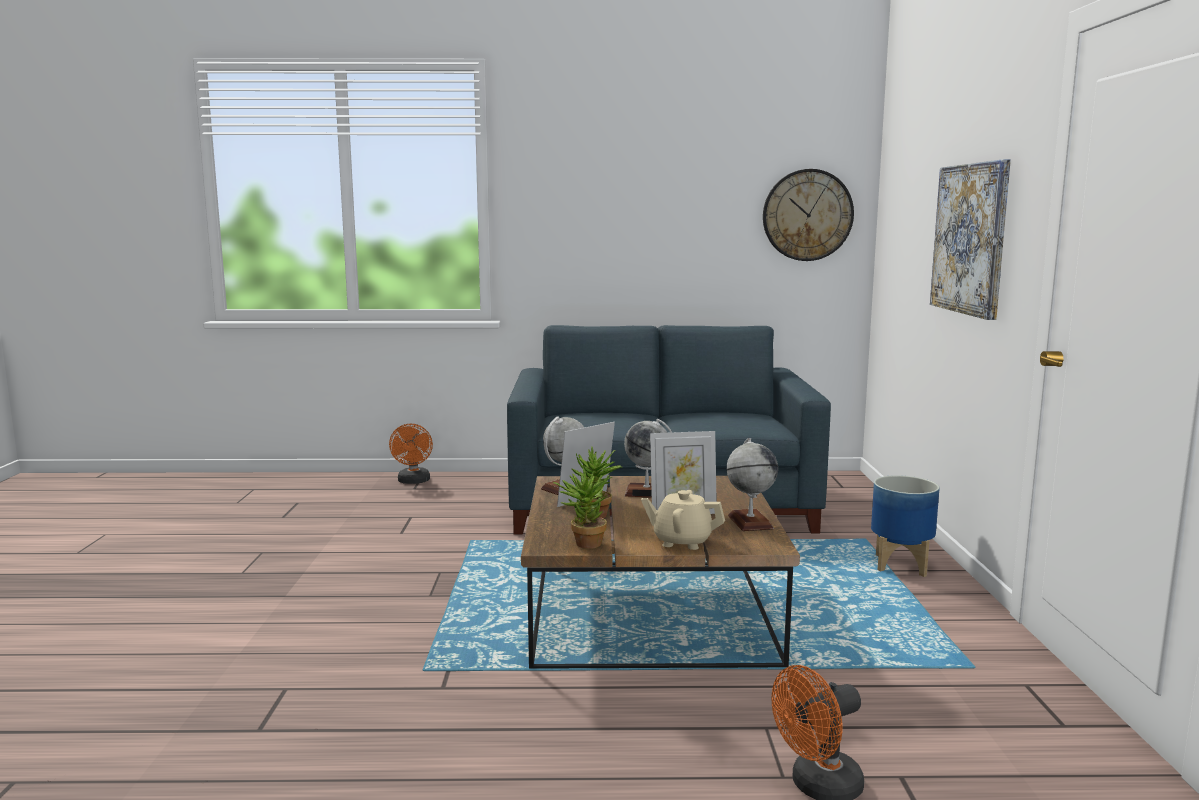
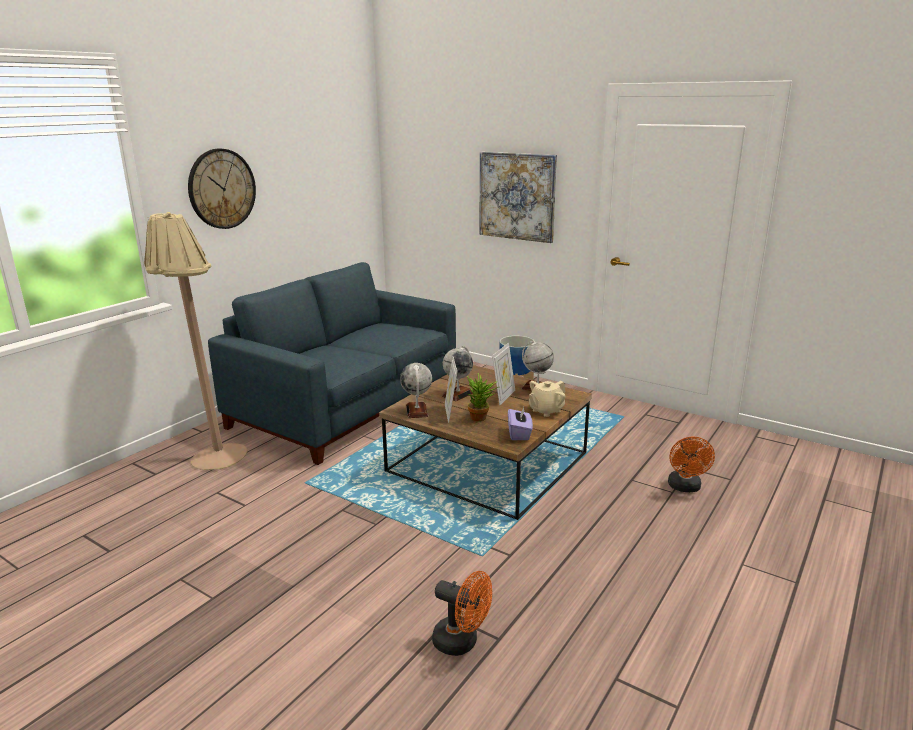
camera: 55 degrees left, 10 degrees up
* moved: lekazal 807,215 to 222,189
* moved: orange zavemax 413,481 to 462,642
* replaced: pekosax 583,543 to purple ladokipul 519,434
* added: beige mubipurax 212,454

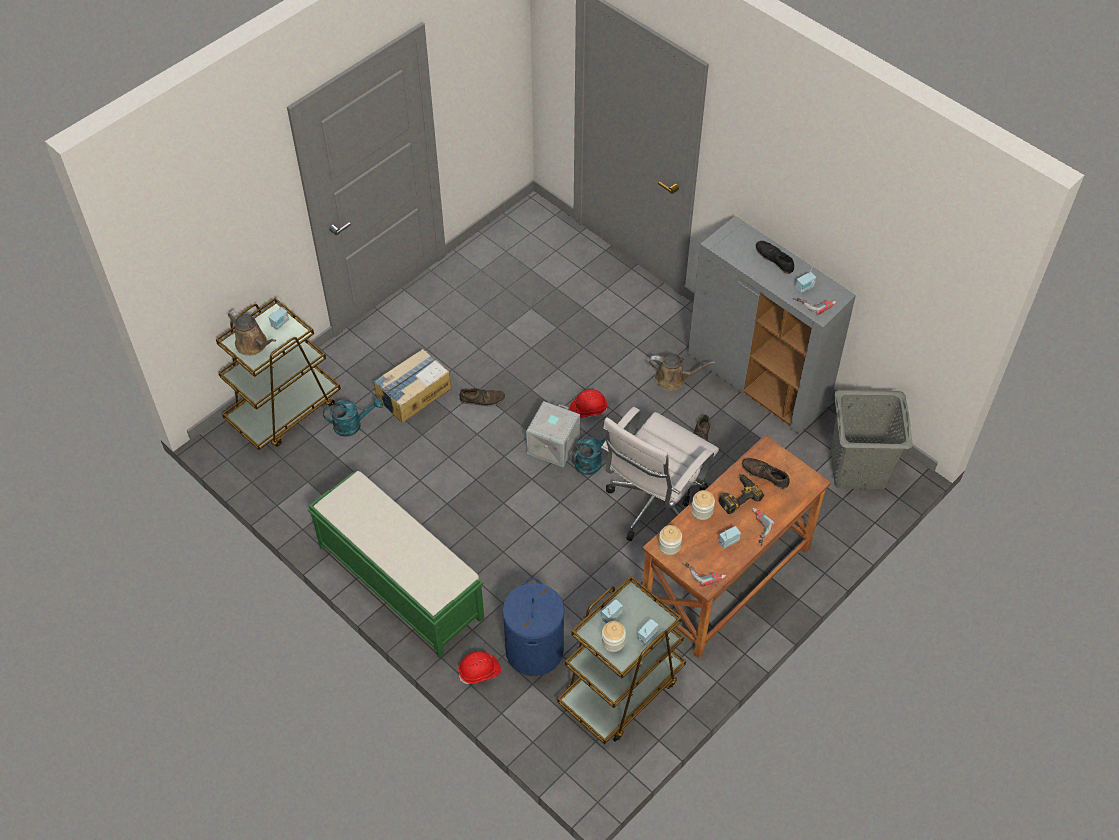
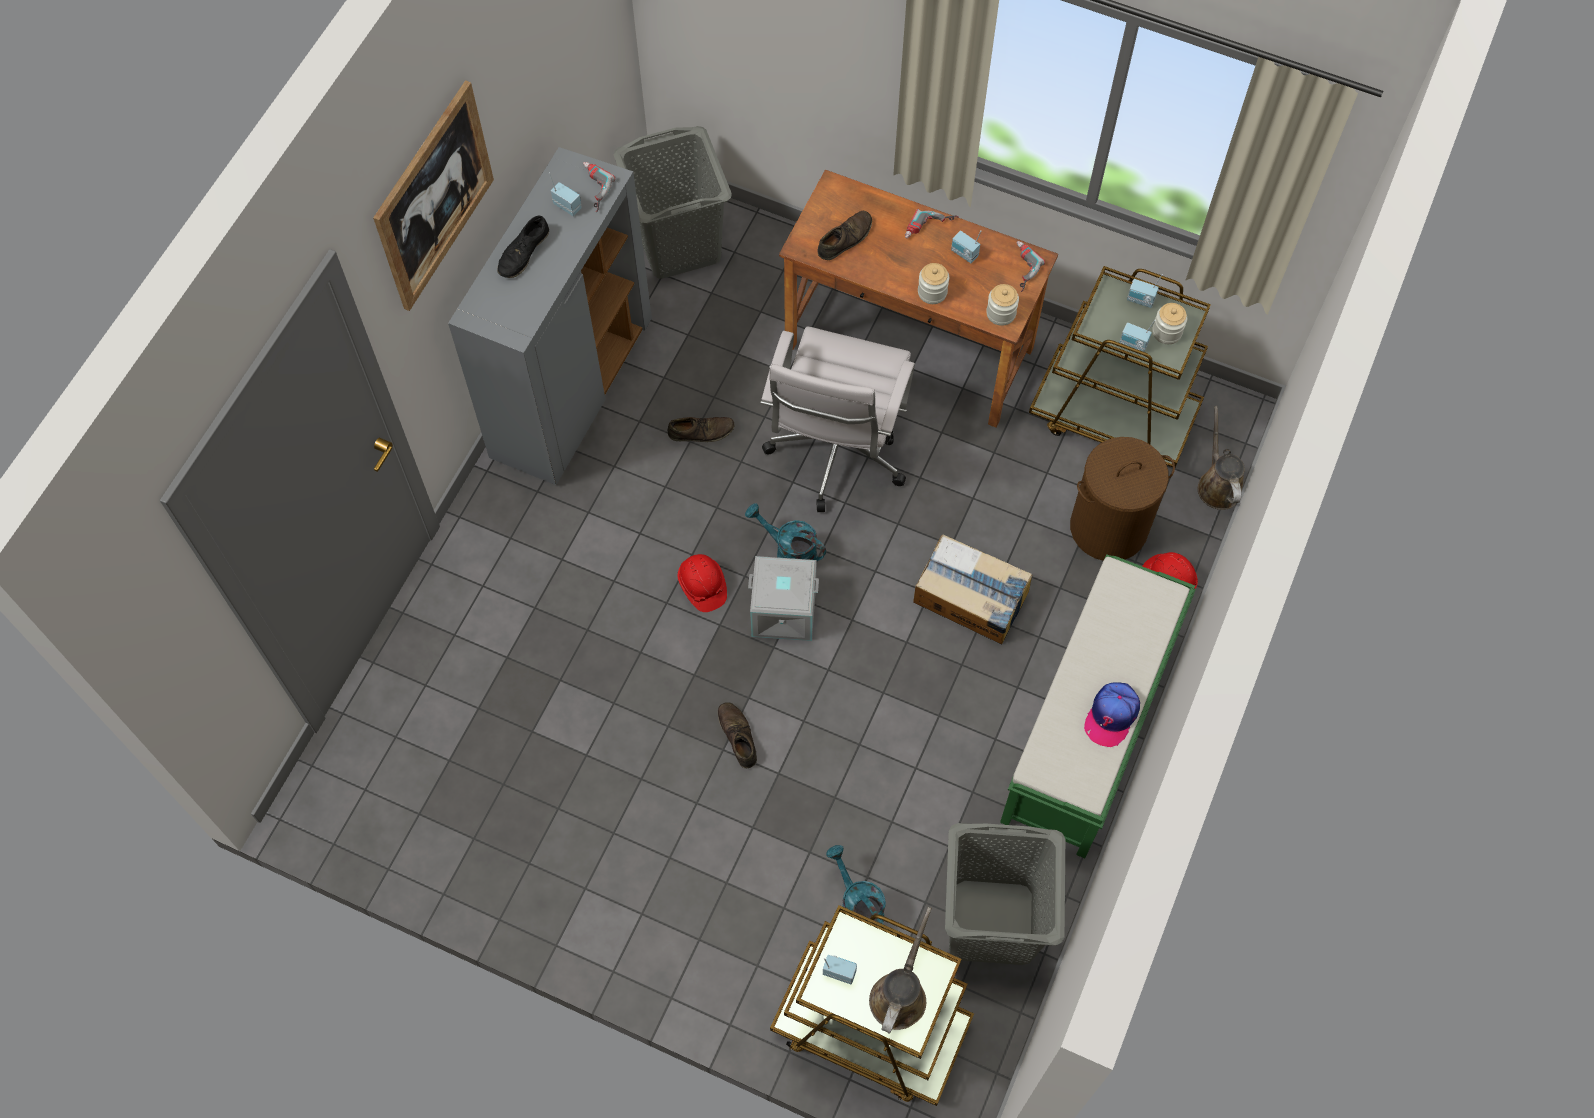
camera: 110 degrees left, 10 degrees up
* moved: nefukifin 413,393 to 971,598
* moved: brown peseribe 673,379 to 1218,485
* turned: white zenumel 654,507 = 836,455 90 degrees clockwise
* turned: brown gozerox 765,475 = 845,239 150 degrees counterclockwise
* removed: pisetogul 737,495
* recoloured: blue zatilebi 534,650 to brown zatilebi 1108,527
* added: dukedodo 434,196
* added: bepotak 1111,715
* added: grey zatilebi 991,922

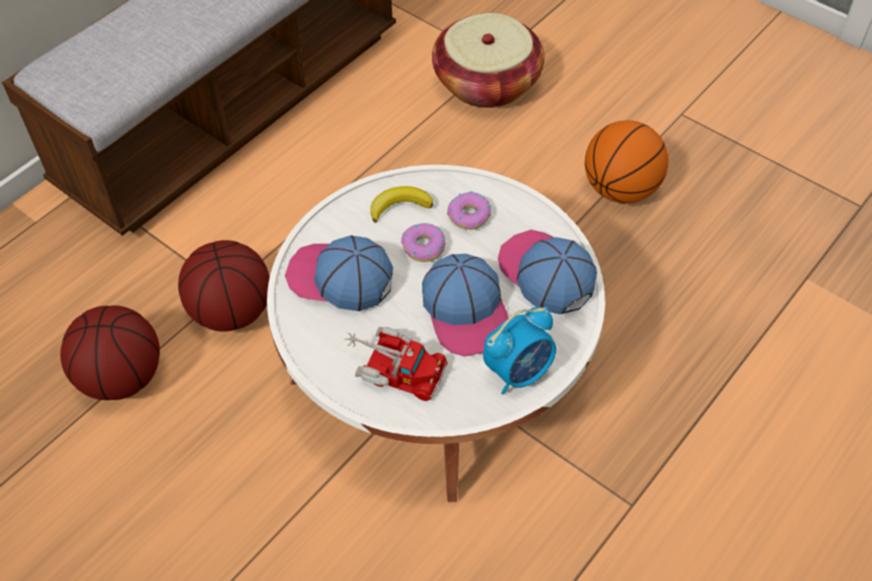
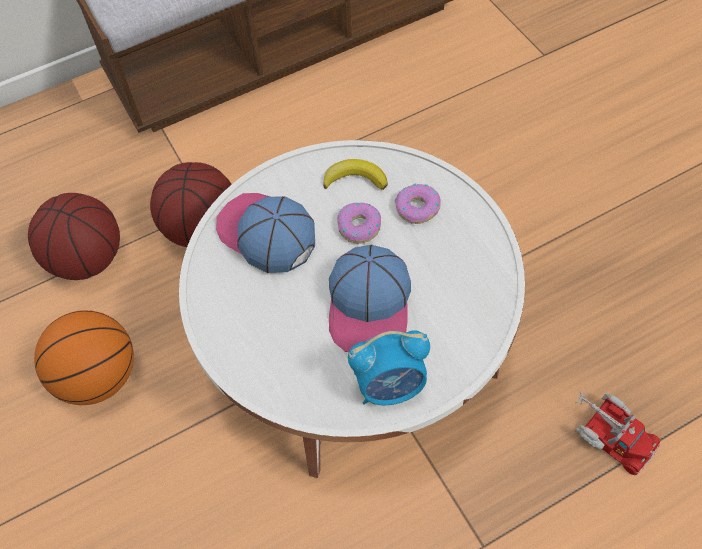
camera: 25 degrees right, 5 degrees up
* removed: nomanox 487,83
* moved: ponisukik 620,189 to 99,377
* removed: bepotak 545,273
* moved: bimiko 394,369 to 609,433

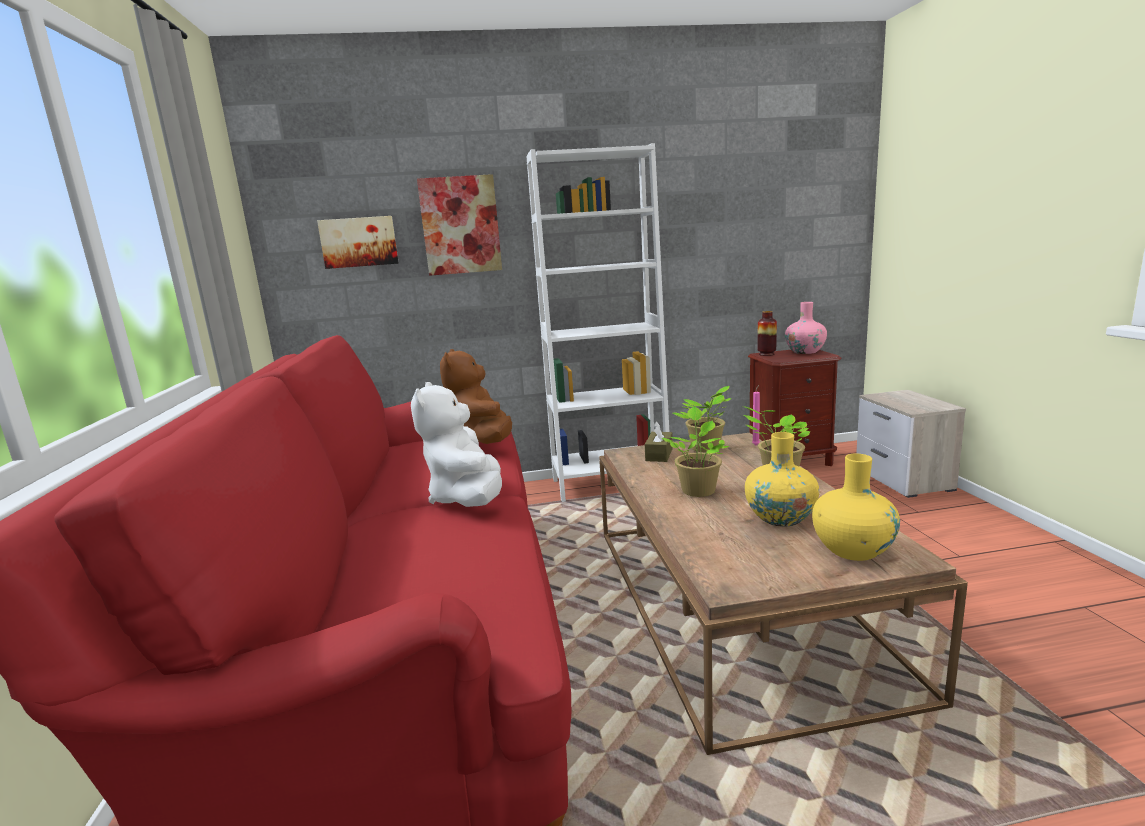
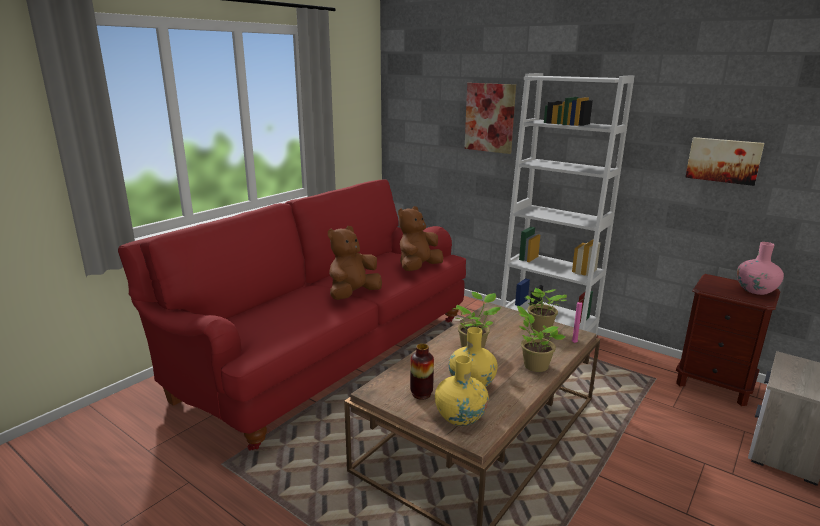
camera: 45 degrees right, 5 degrees up
* moved: dukedodo 359,242 to 723,160
* moved: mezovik 766,354 to 421,394
* recoloured: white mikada 468,499 to brown mikada 353,295
* removed: brown ladokipul 659,454

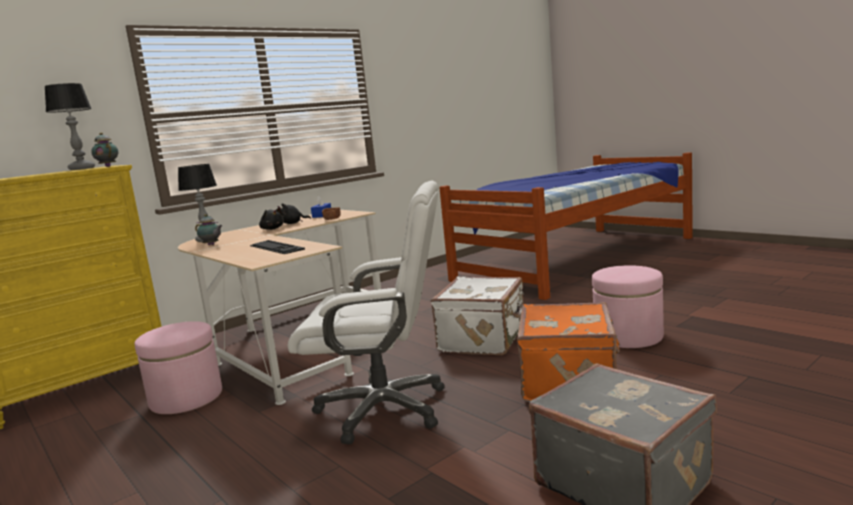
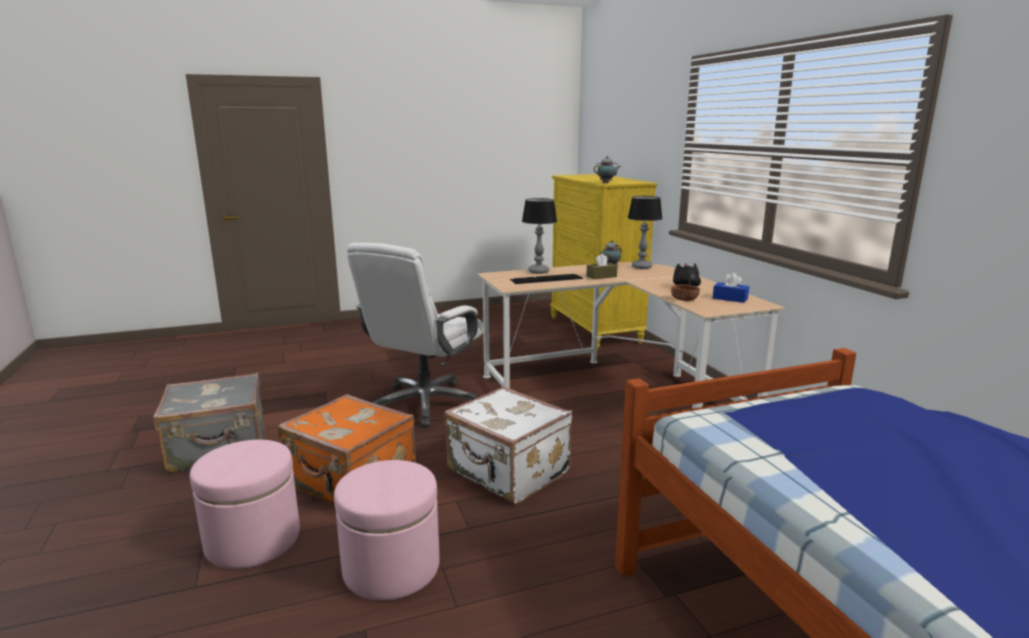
camera: 110 degrees right, 5 degrees up
* moved: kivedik 82,169 to 538,271
* removed: black mikada 272,229
* moved: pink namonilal 186,398 to 253,540
* added: brown ladokipul 601,276

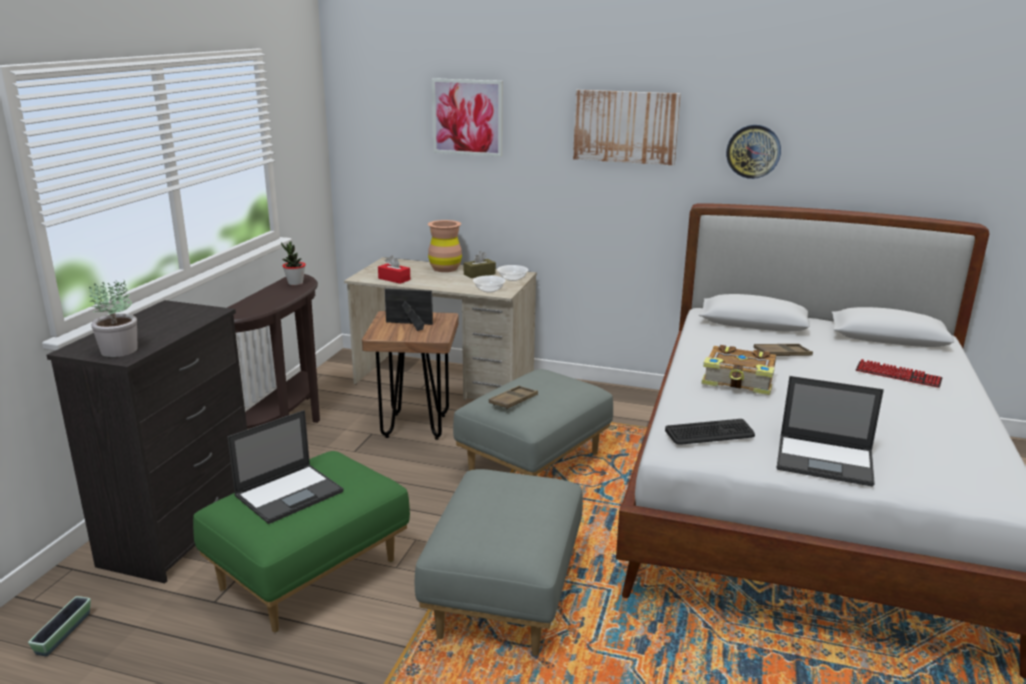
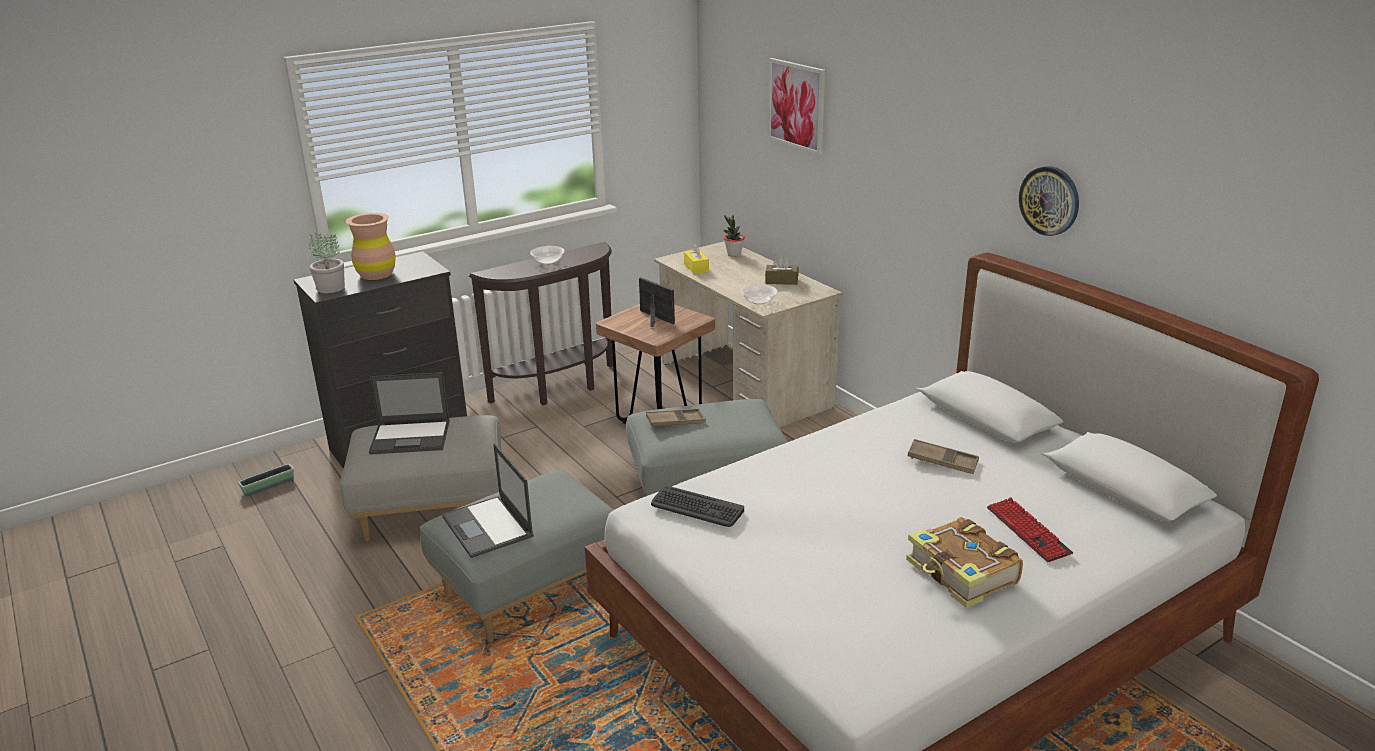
camera: 40 degrees right, 5 degrees up
* removed: dukedodo 625,127
* moved: brown mezovik 445,268 to 376,274
* moved: pekosax 295,283 to 734,254
* recoloured: red ladokipul 394,279 to yellow ladokipul 696,267
* moved: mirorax 512,278 to 548,261
* moved: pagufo 739,381 to 962,574
* moved: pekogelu 826,460 to 488,527
* recoloured: green namonilal 309,575 to grey namonilal 431,512

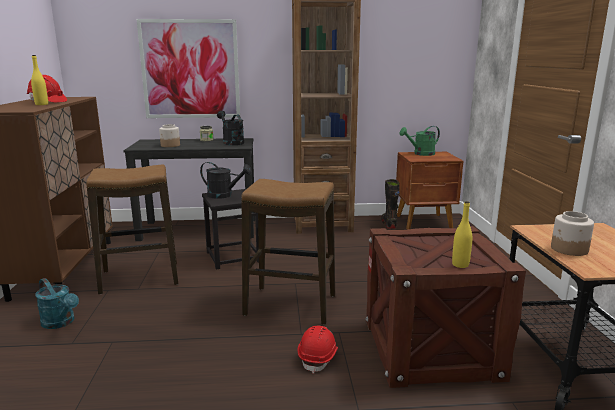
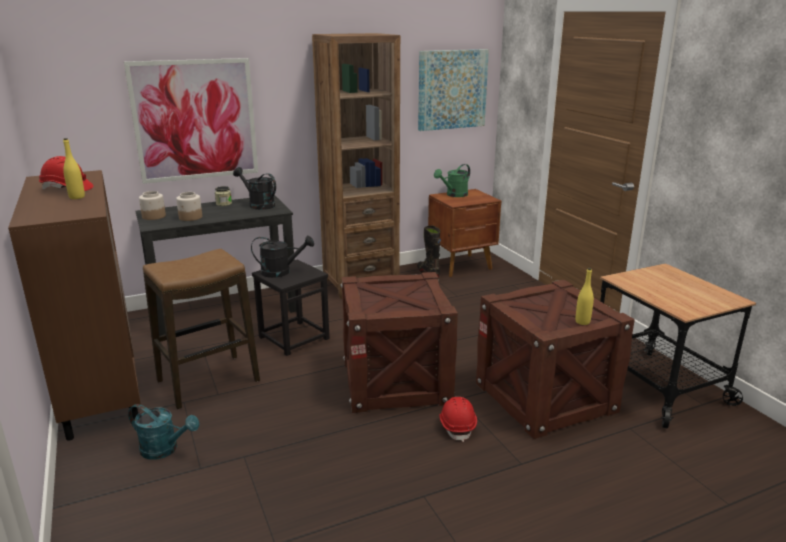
camera: 20 degrees left, 5 degrees up
* replaced: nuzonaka 291,305 to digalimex 395,381
* moved: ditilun 569,249 to 153,216
* added: dukedodo 452,89

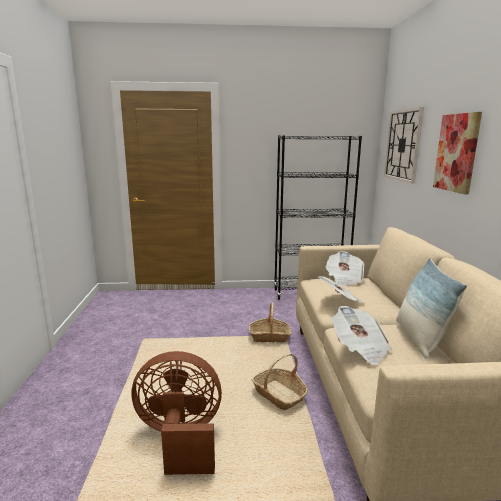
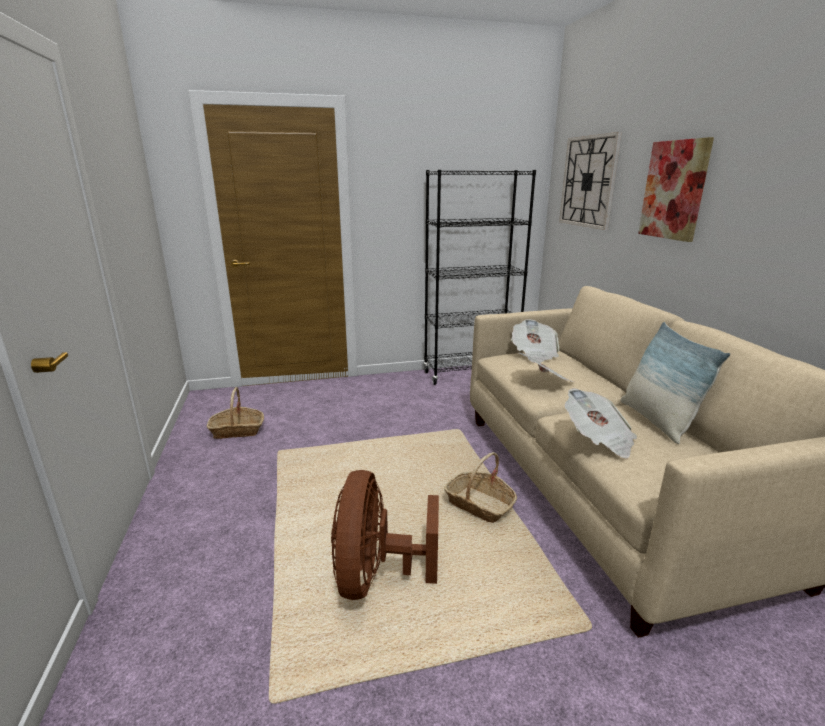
camera: 10 degrees left, 5 degrees up
* moved: nomanox 269,337 to 237,430
* turned: brown zavemax 180,439 = 377,576 75 degrees counterclockwise

